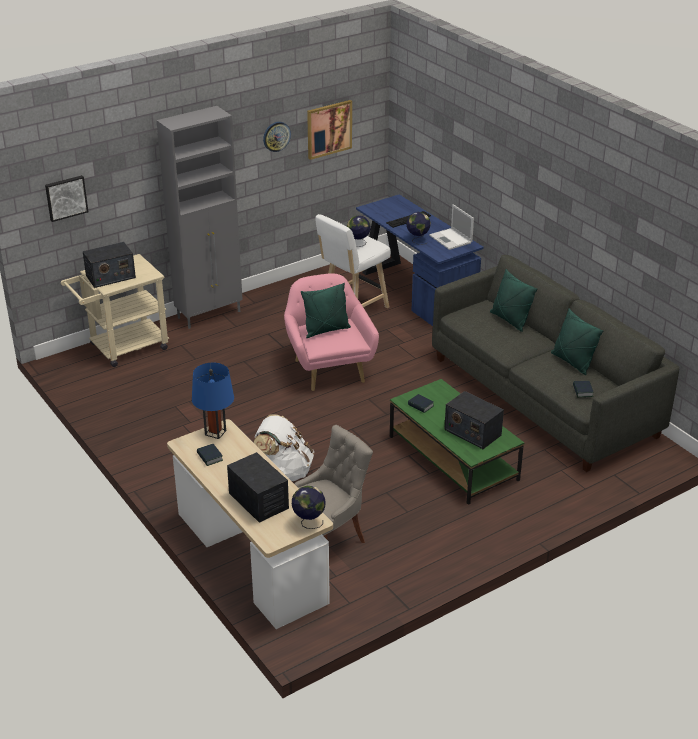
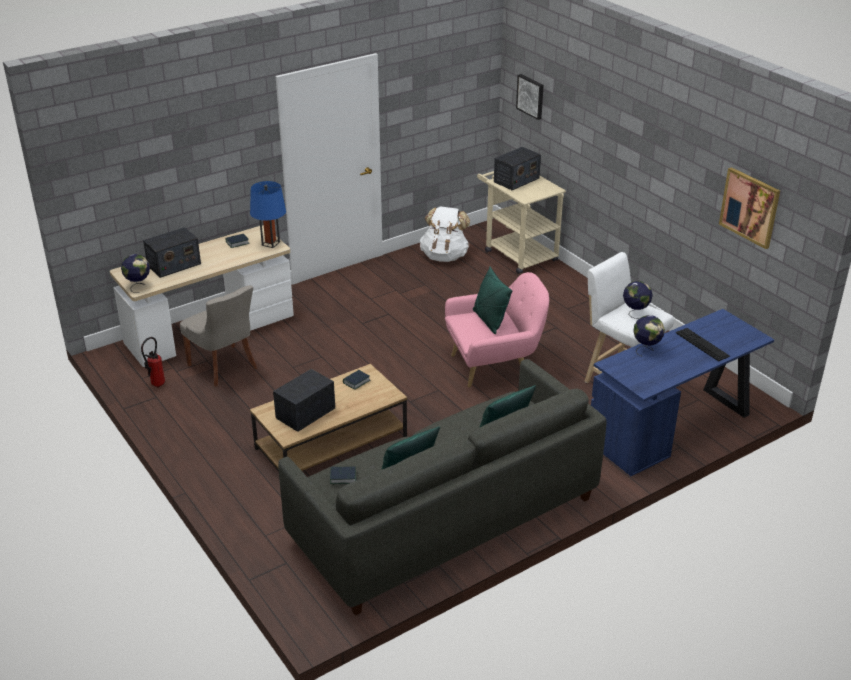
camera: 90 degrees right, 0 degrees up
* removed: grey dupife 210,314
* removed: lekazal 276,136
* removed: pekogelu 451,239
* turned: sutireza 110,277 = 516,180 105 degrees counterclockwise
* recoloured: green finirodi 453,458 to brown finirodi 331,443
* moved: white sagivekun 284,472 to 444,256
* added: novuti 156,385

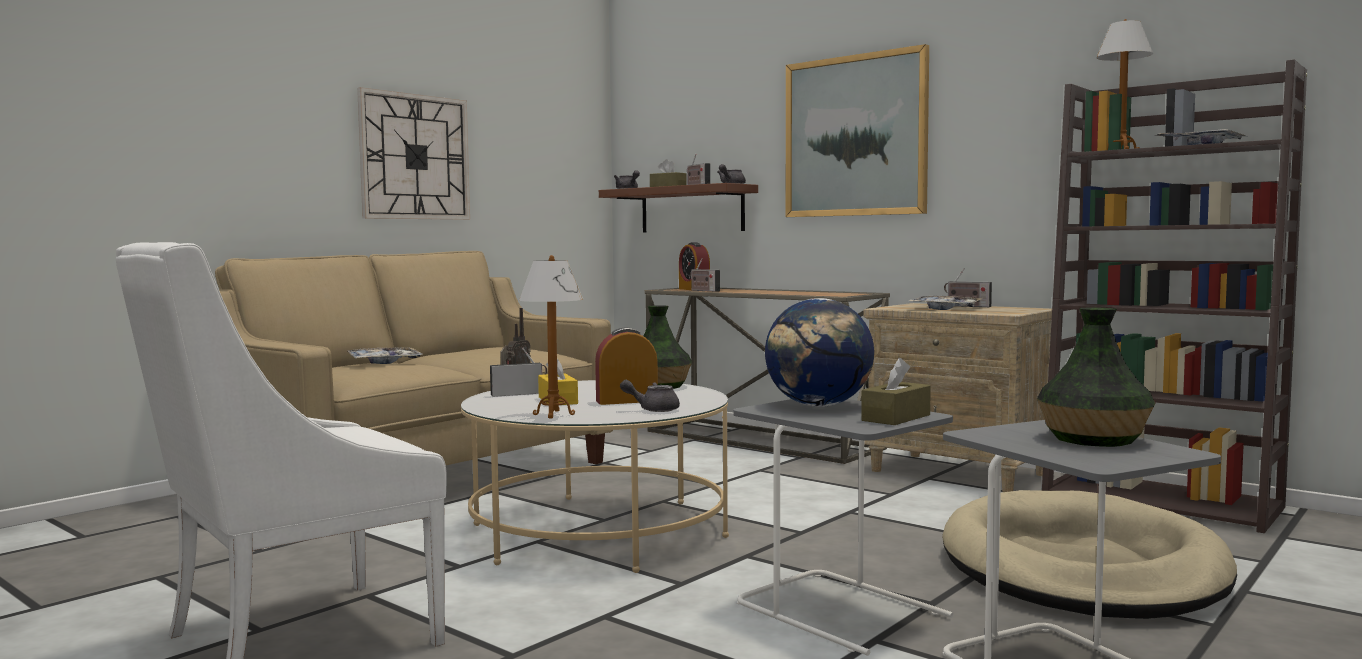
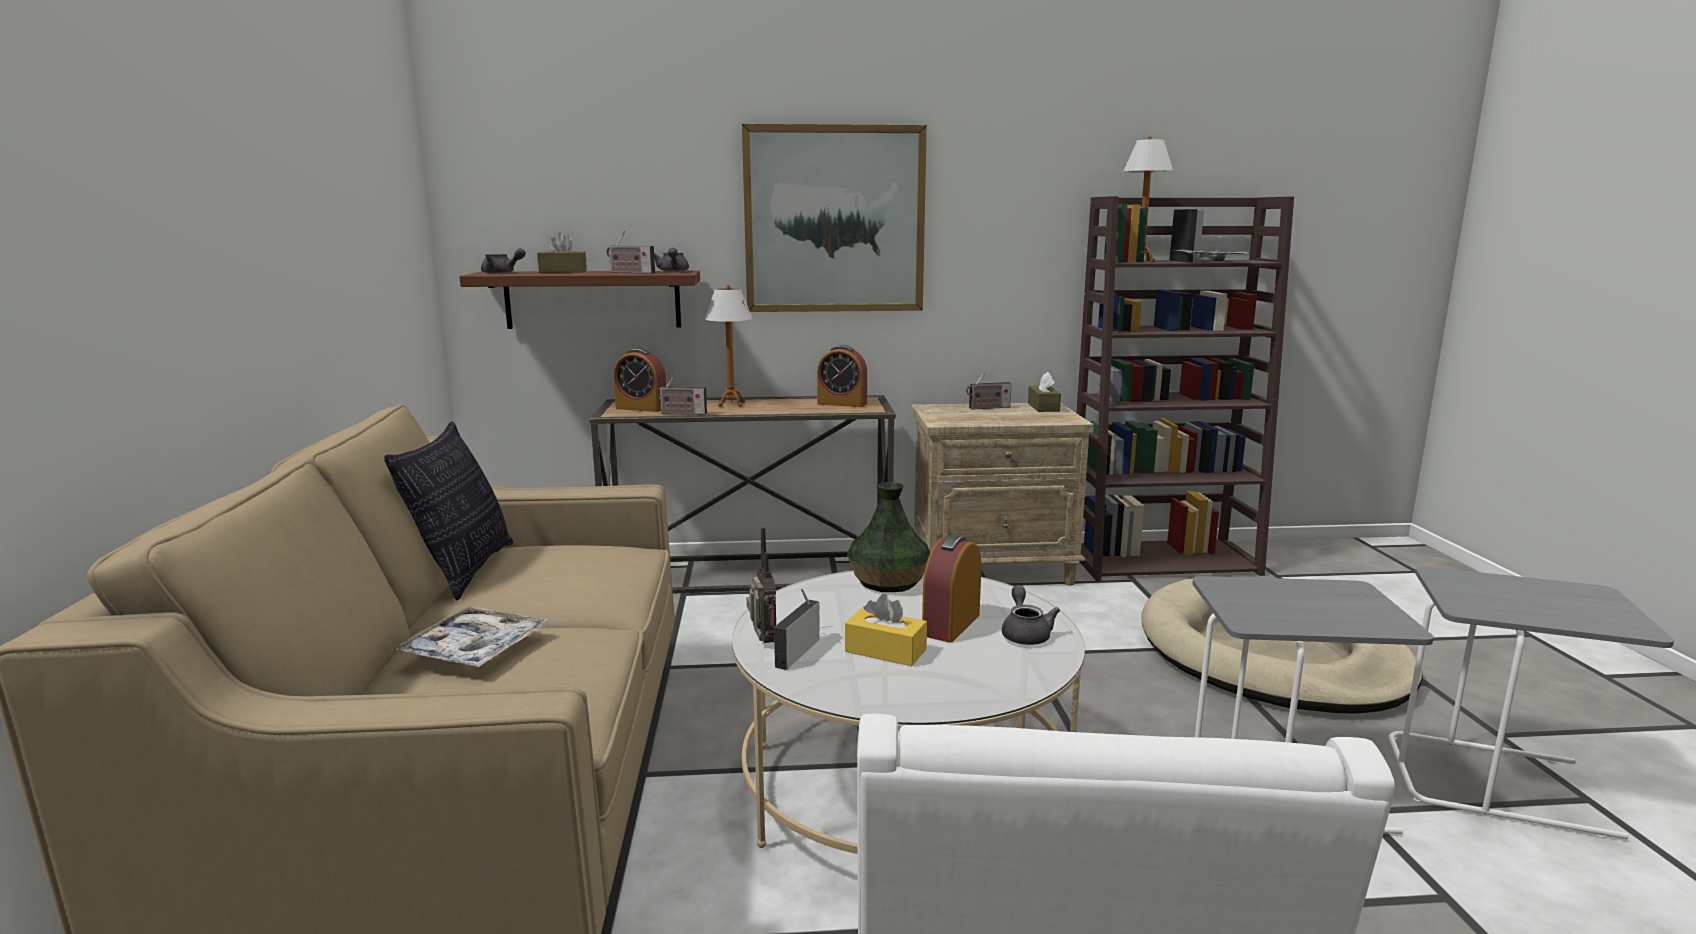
camera: 45 degrees left, 10 degrees up
* removed: lekazal 415,157
* moved: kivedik 553,414 to 731,404
* removed: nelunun 945,309
* removed: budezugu 819,406
* removed: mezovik 1093,439
* moved: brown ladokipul 896,418 to 1043,407
* turned: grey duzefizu 653,409 = 1025,633 135 degrees clockwise
* added: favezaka 842,403
* added: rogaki 464,571

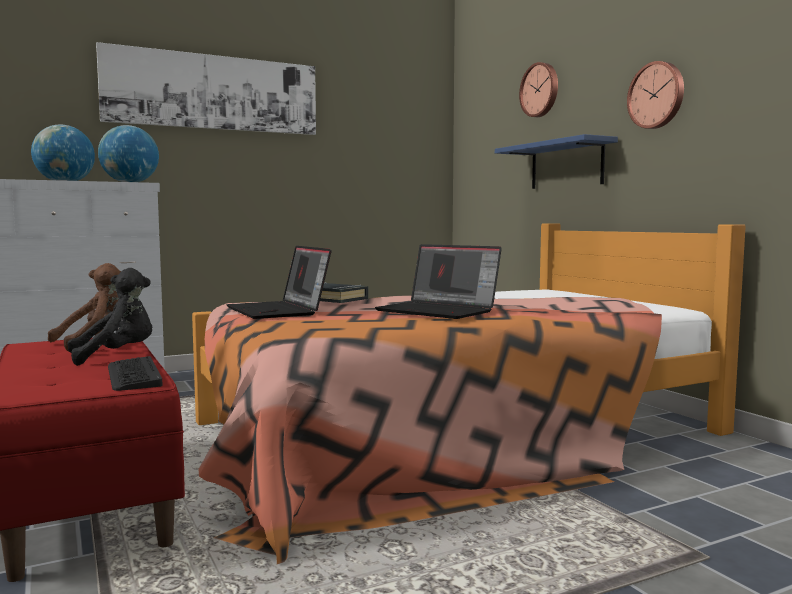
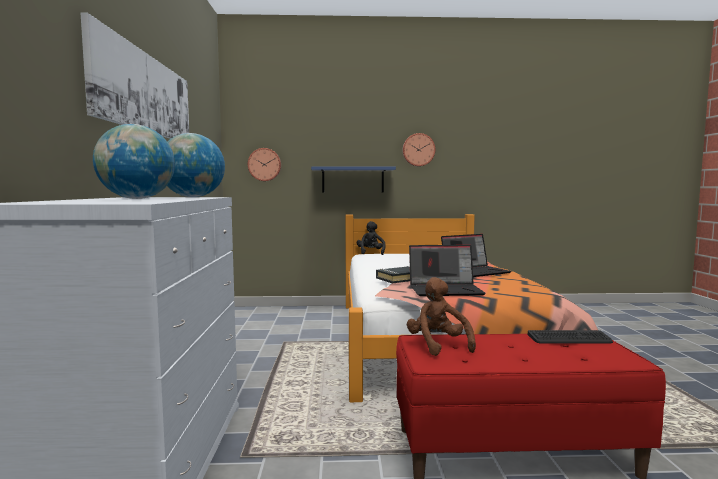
camera: 65 degrees left, 0 degrees up
* moved: lekazal 540,90 to 264,164
* moved: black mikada 116,356 to 370,253

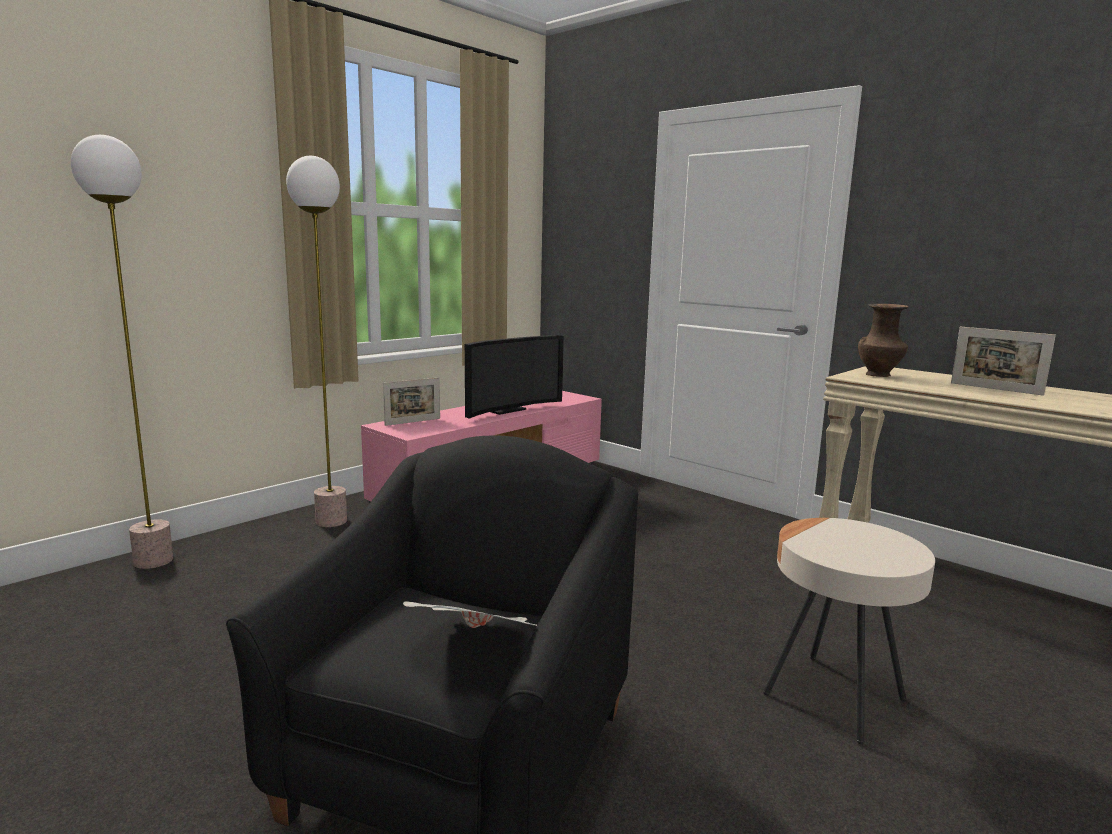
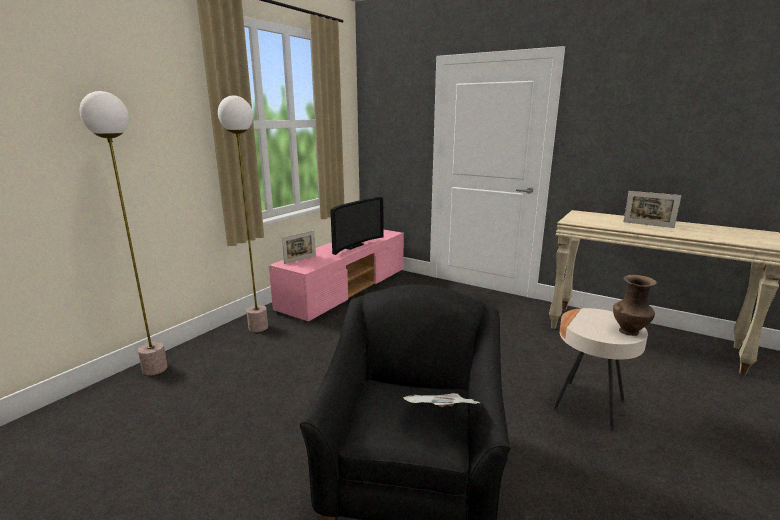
camera: 10 degrees left, 5 degrees up
* moved: brown mezovik 879,375 to 629,331

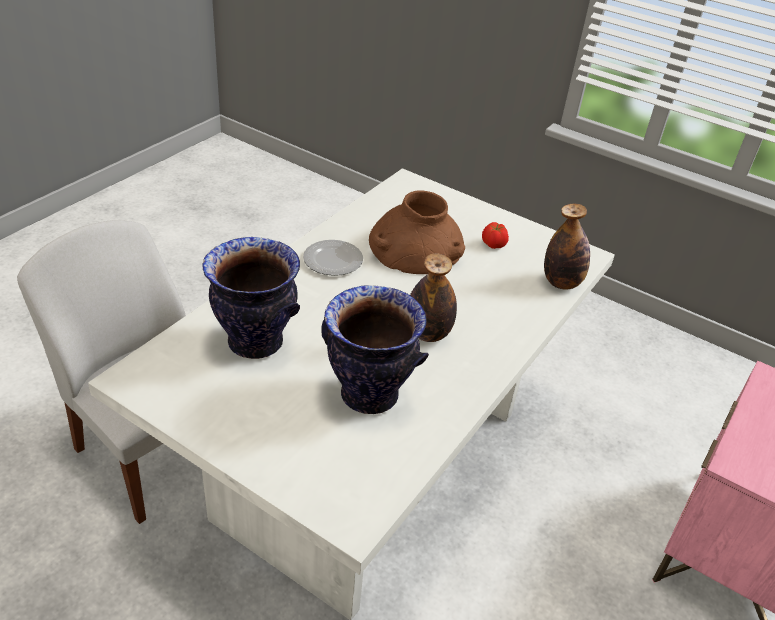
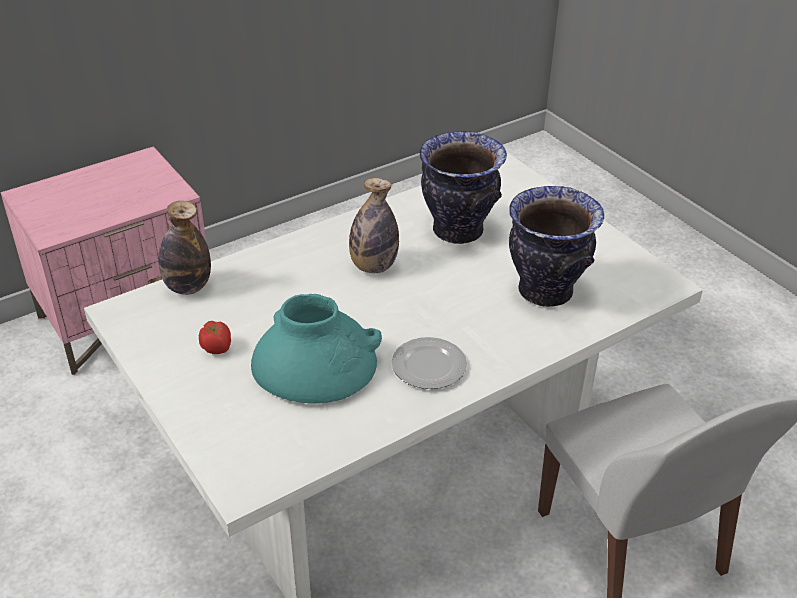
camera: 155 degrees left, 0 degrees up
* recoloured: brown mezovik 417,247 to turquoise mezovik 314,364

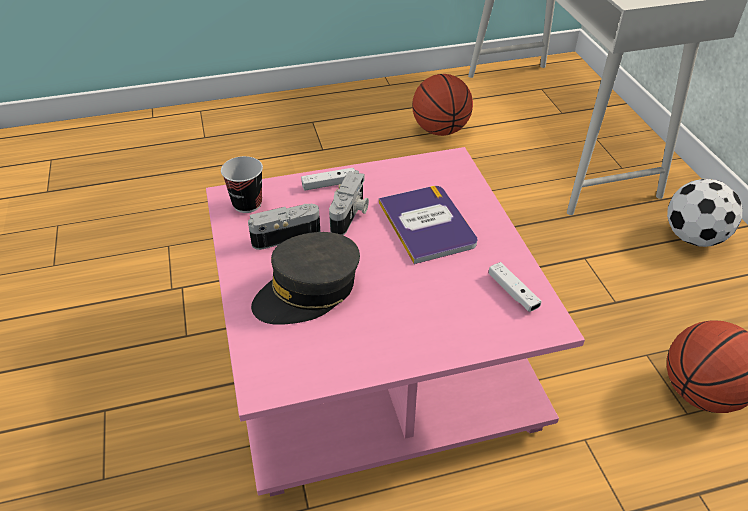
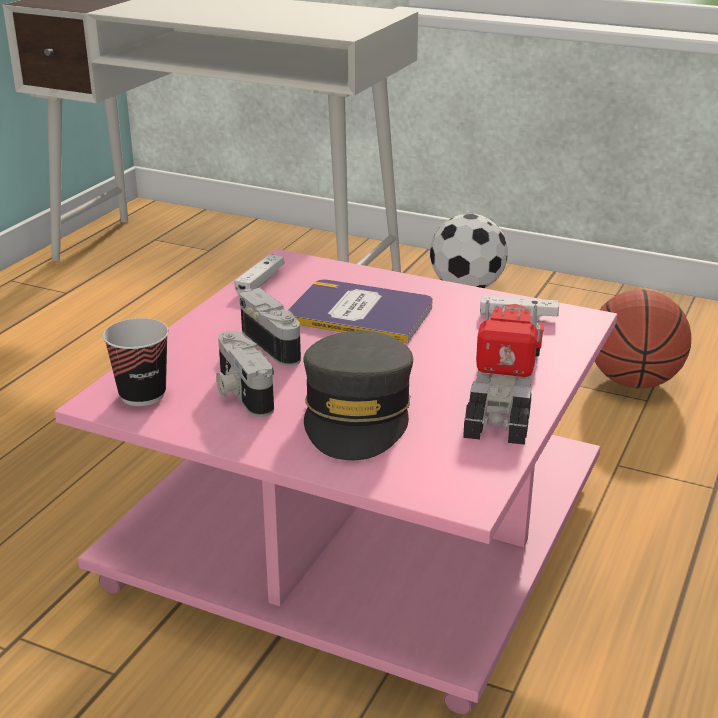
camera: 50 degrees left, 15 degrees down
* removed: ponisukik 440,130
* moved: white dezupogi 329,184 to 260,282
* turned: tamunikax 285,235 = 241,392 45 degrees counterclockwise
* added: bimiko 504,390

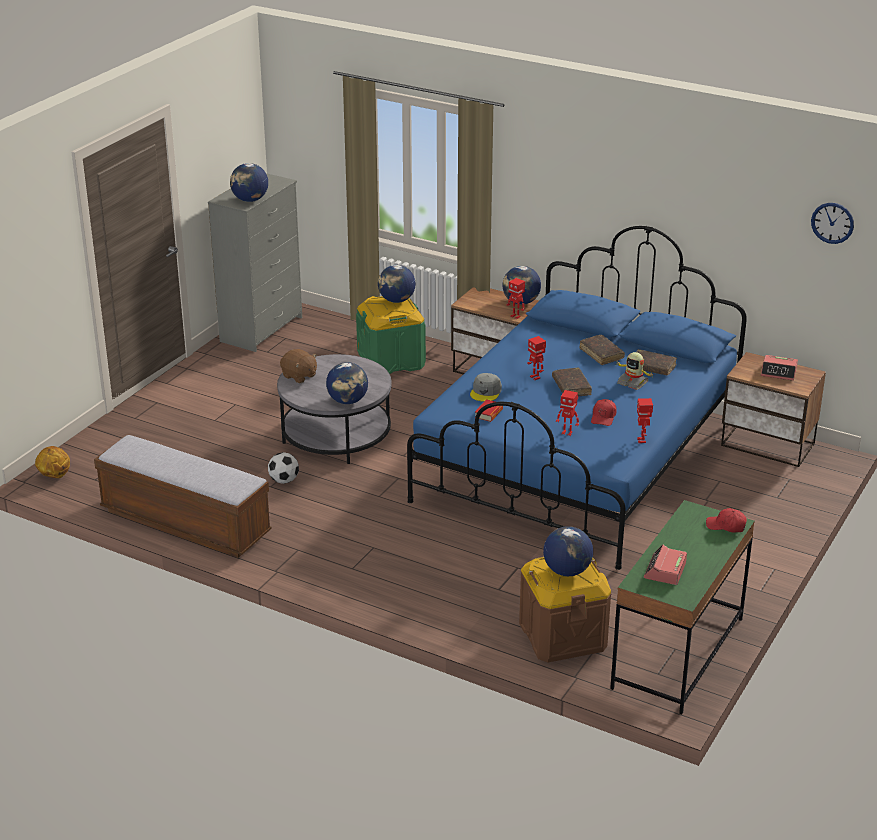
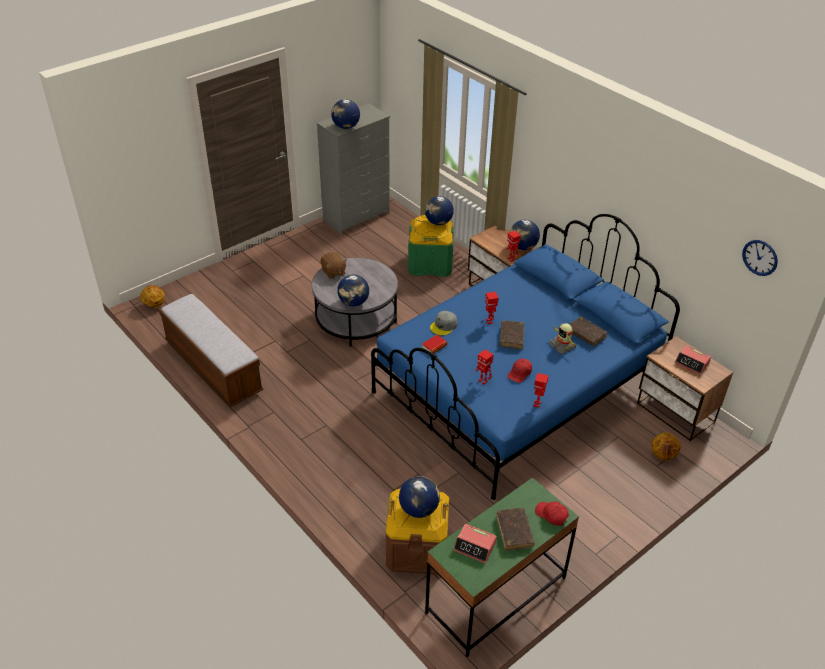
camera: 20 degrees right, 10 degrees up
* moved: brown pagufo 601,354 to 514,532
* removed: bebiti 284,480
* turned: favezaka 665,571 = 475,546 105 degrees counterclockwise
* added: ponisukik 663,455

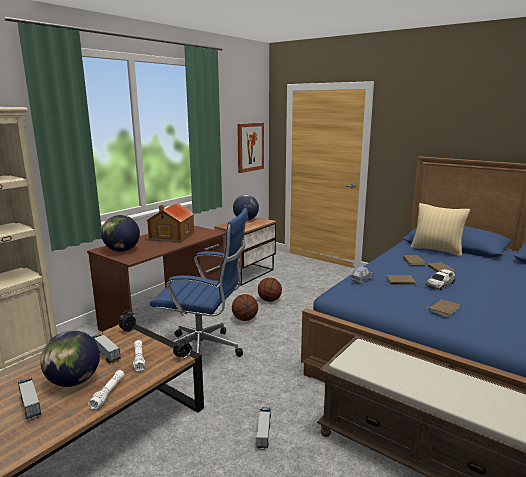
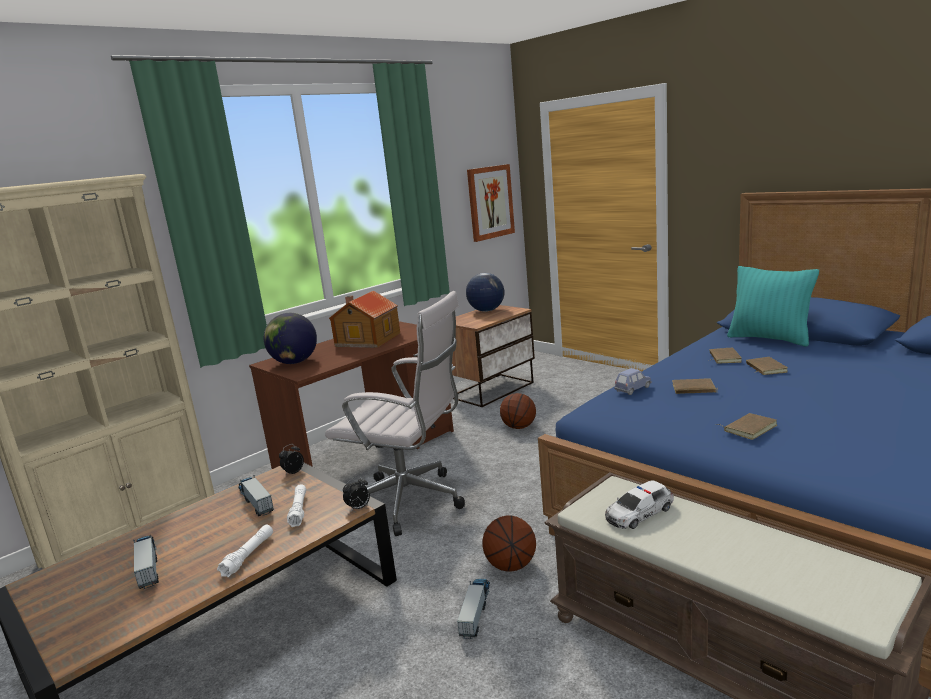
camera: 10 degrees right, 0 degrees up
* recoloured: beige rogaki 436,250 to turquoise rogaki 769,339
* recoloured: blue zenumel 204,352 to white zenumel 412,502
* moved: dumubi 440,284 to 639,513
* moved: ponisukik 245,319 to 510,565
* removed: budezugu 73,381

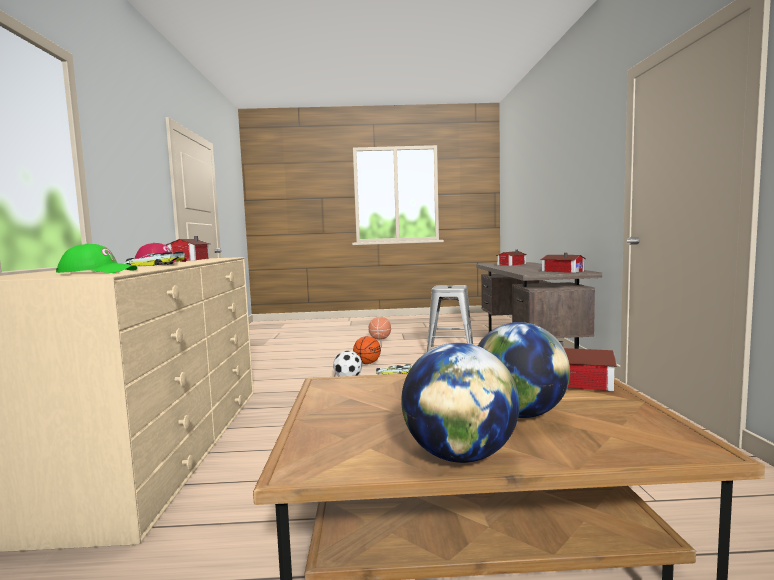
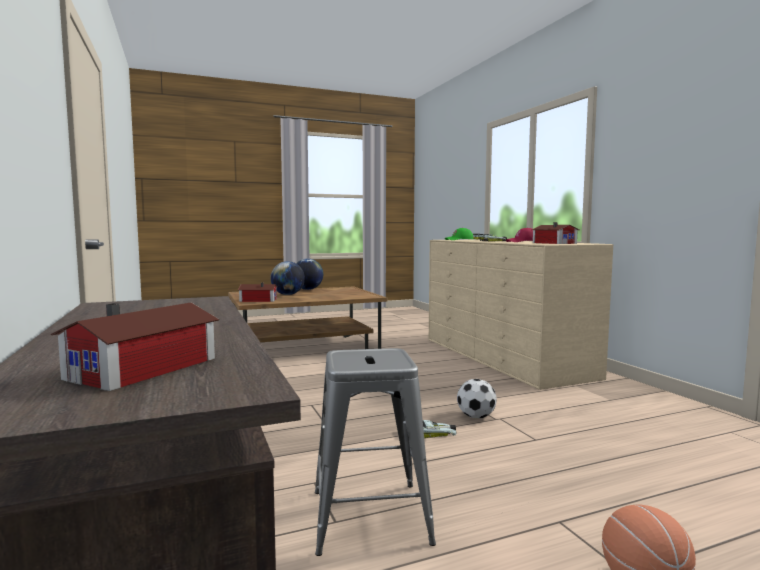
camera: 160 degrees right, 0 degrees up
* removed: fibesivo 562,271
* removed: ponisukik 367,363

